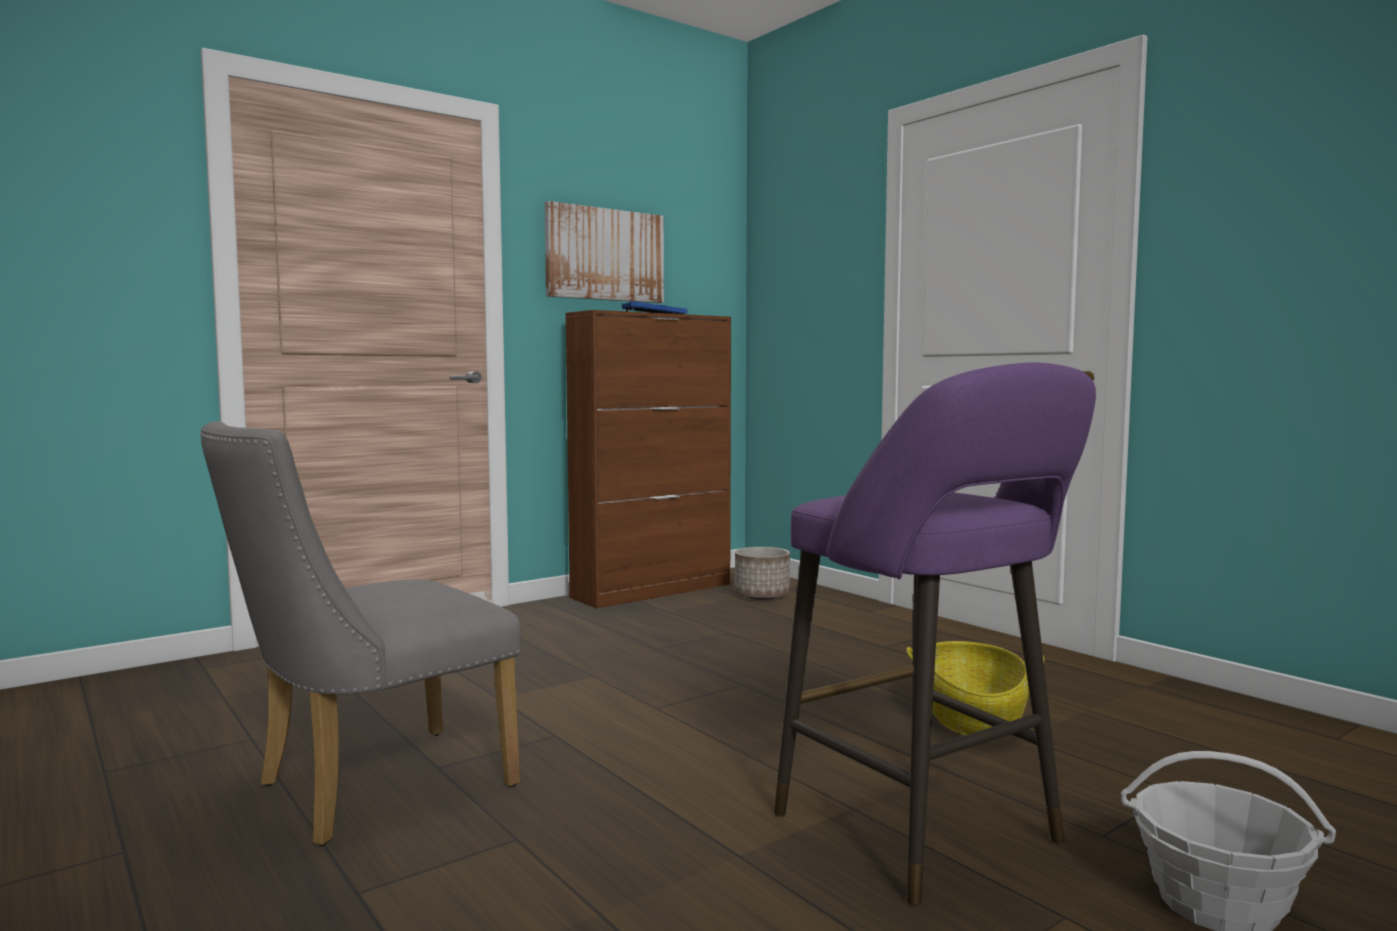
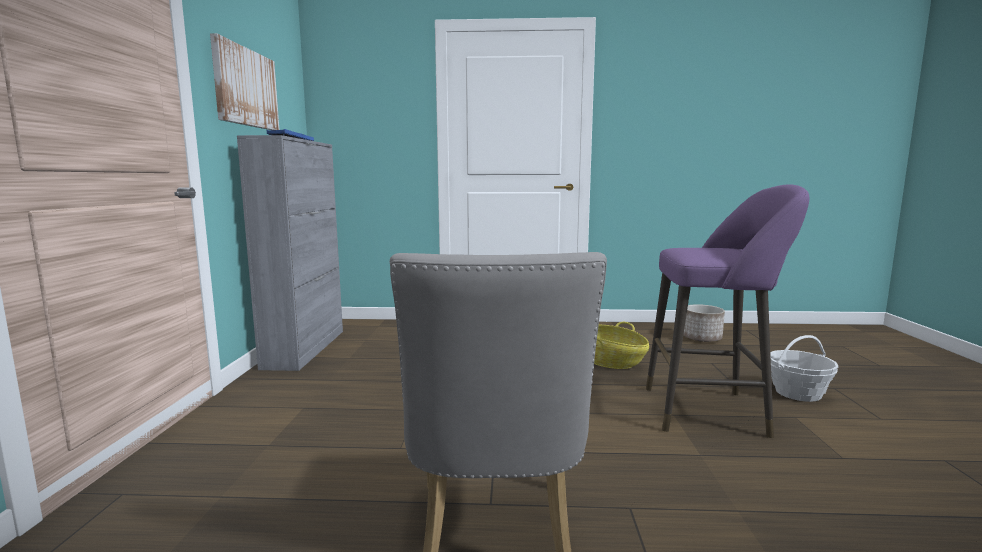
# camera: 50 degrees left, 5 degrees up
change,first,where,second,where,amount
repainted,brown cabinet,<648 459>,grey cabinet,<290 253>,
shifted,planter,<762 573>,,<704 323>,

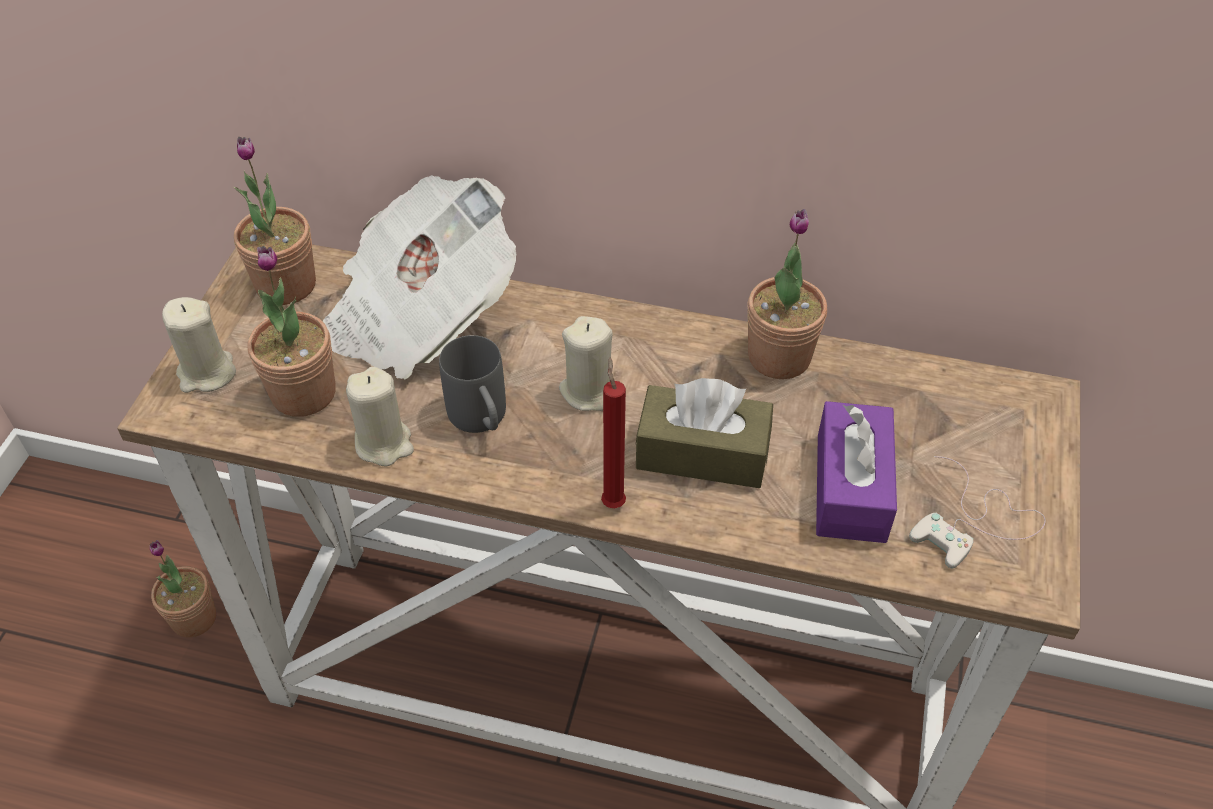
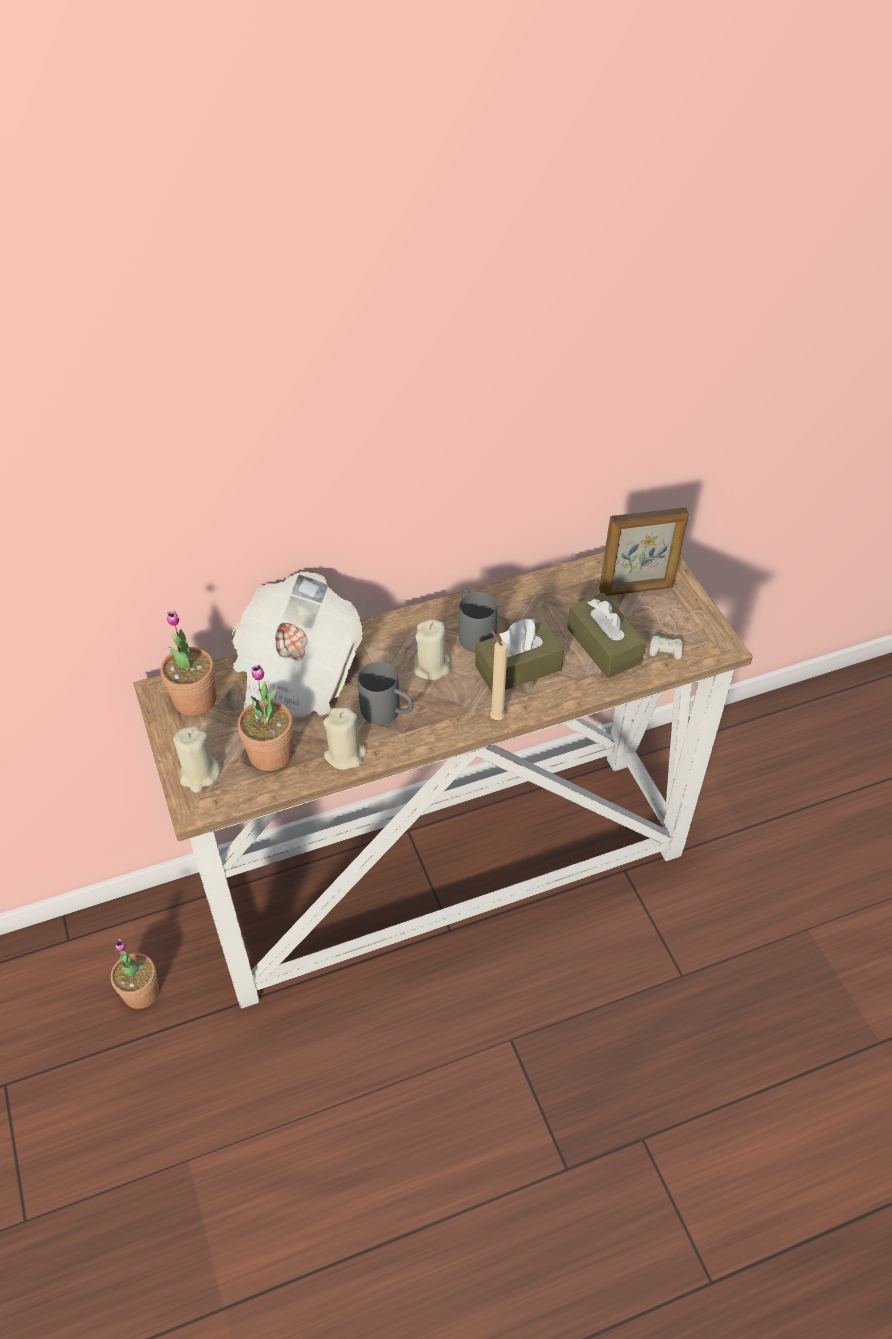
# camera: 35 degrees left, 0 degrees up
change,first,where,second,where,amount
new,,,grey mug,<478 620>,
repainted,red candle,<613 432>,beige candle,<499 675>,
repainted,purple tissue box,<856 472>,brown tissue box,<606 635>,
new,,,picture frame,<644 551>,
gone,potted plant,<787 294>,,,

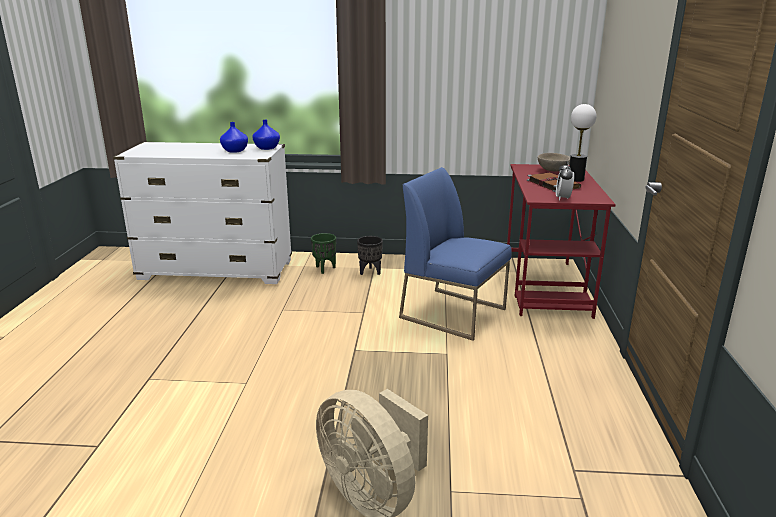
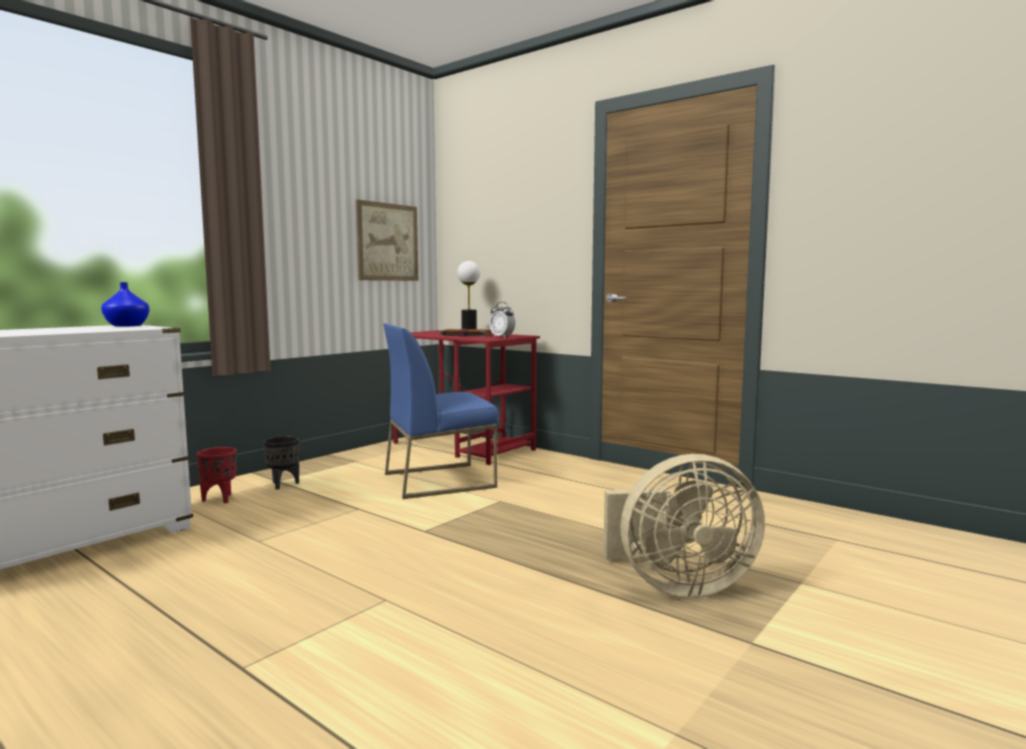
# camera: 55 degrees left, 15 degrees down
change,first,where,second,where,amount
repainted,green planter,<323 253>,red planter,<216 475>,
new,,,picture,<387 240>,
gone,blue vase,<234 137>,,,
gone,beige bowl,<554 162>,,,

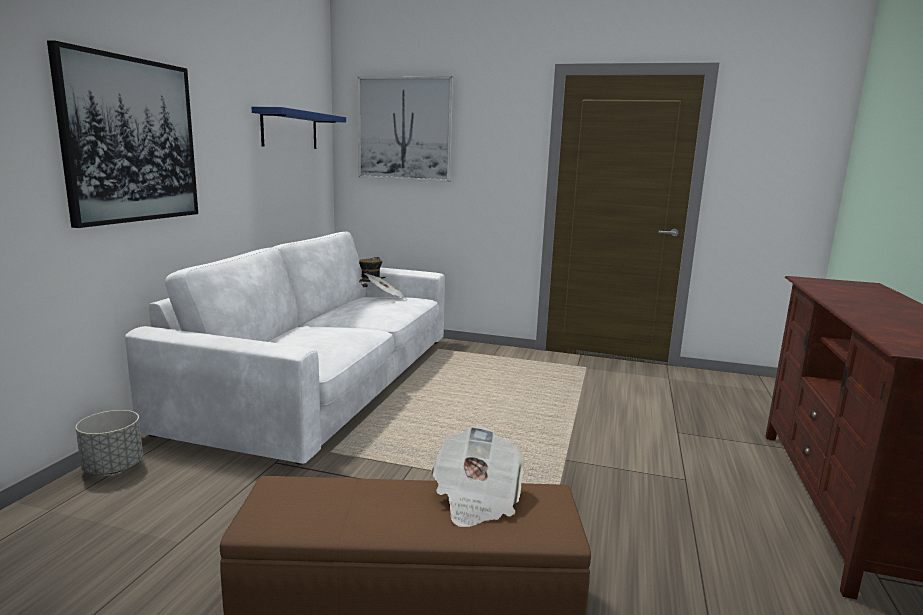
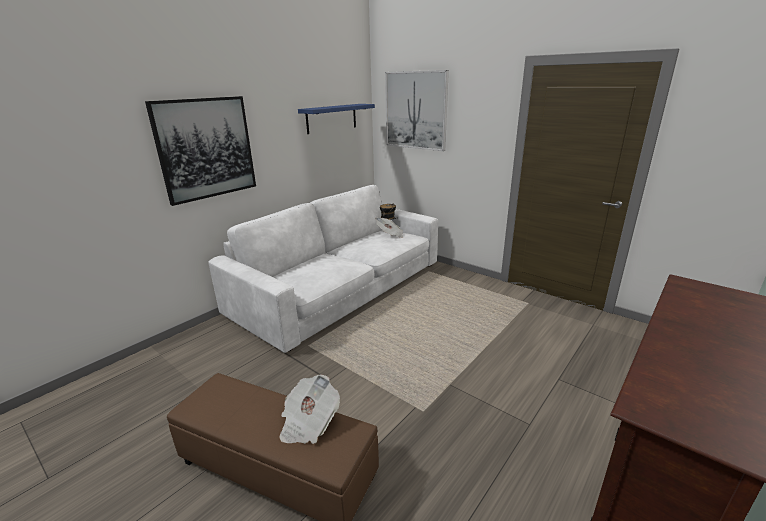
# camera: 25 degrees right, 10 degrees up
change,first,where,second,where,amount
gone,grey planter,<109 442>,,,

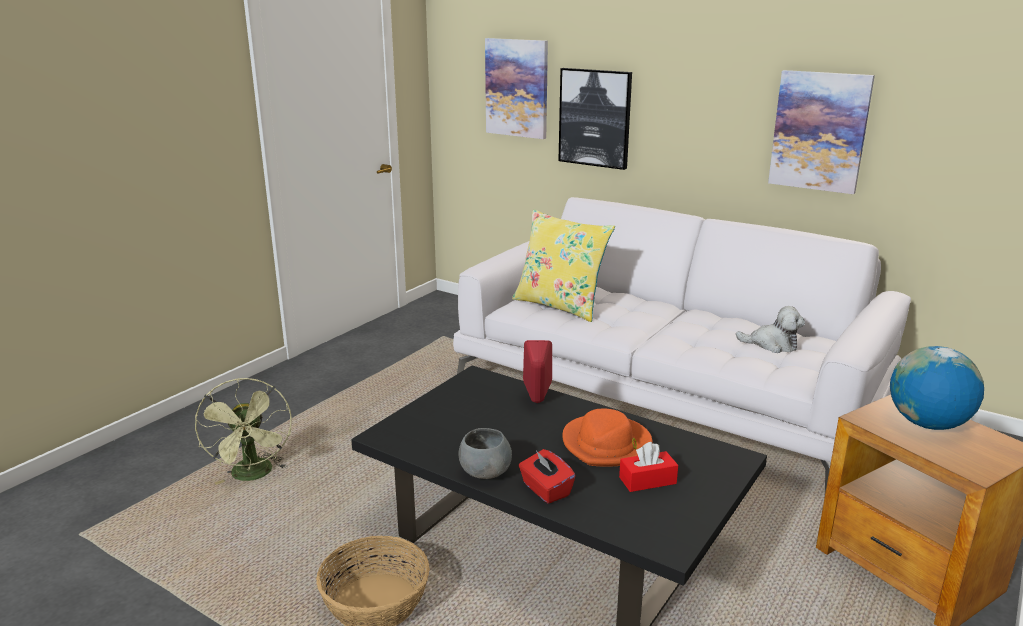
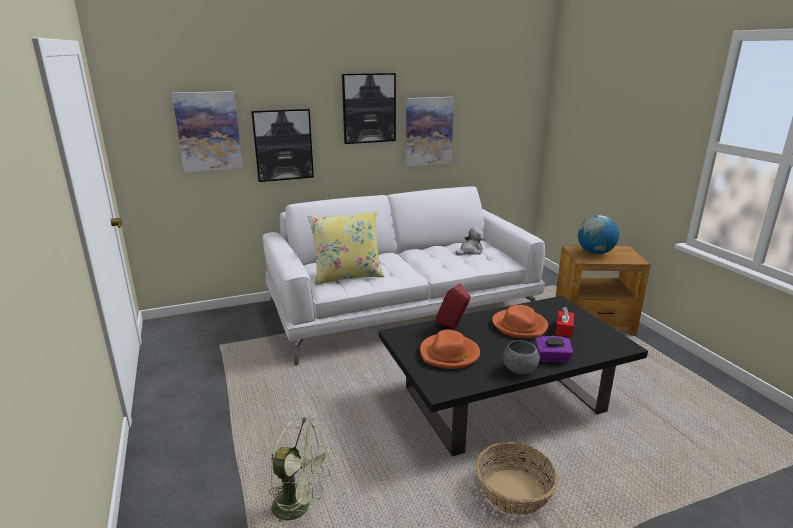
# camera: 55 degrees left, 0 degrees up
change,first,where,second,where,amount
new,,,picture,<369 108>,
new,,,orange hat,<450 349>,
repainted,red tissue box,<547 476>,purple tissue box,<554 349>,

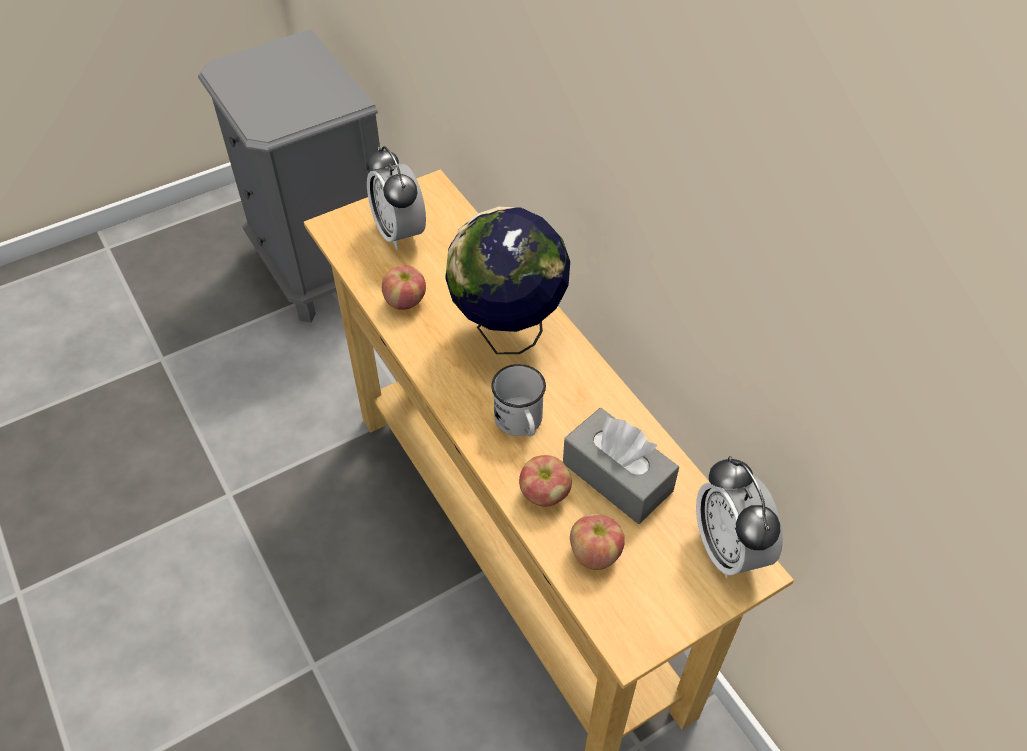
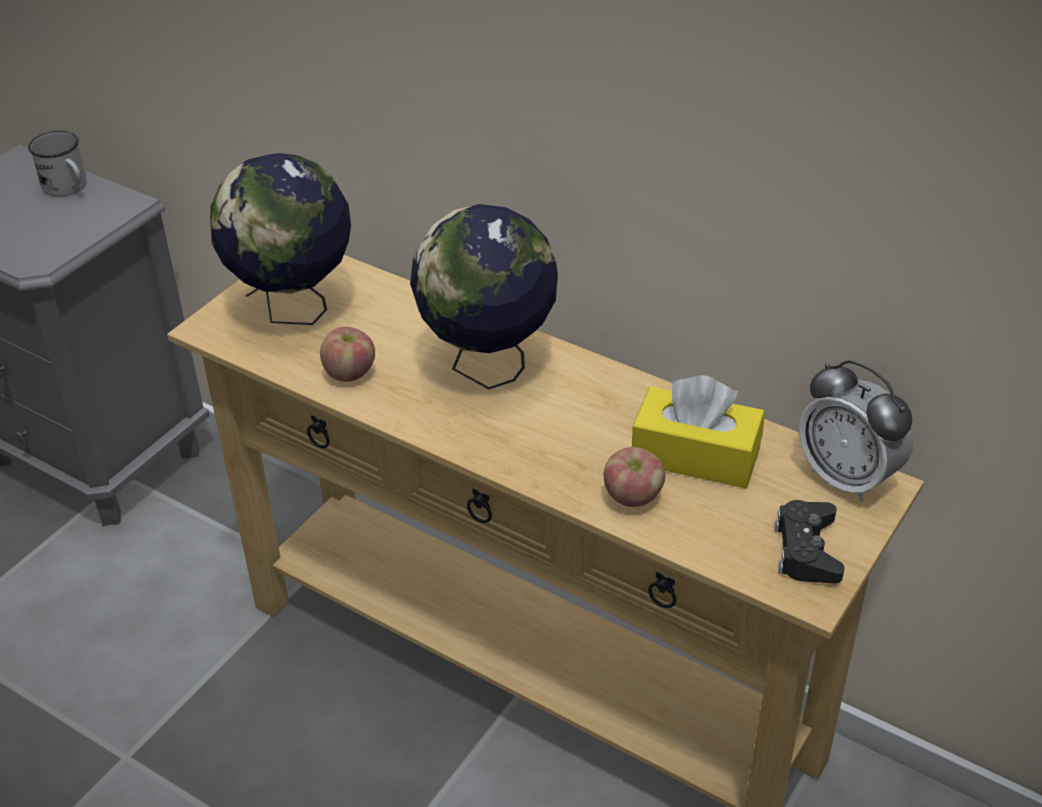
# camera: 25 degrees left, 10 degrees down
change,first,where,second,where,amount
shifted,white mug,<518 400>,,<57 164>,
swapped,alarm clock,<396 198>,globe,<280 239>,
repainted,grey tissue box,<621 466>,yellow tissue box,<698 431>,
new,,,black game controller,<809 542>,
gone,apple,<597 542>,,,

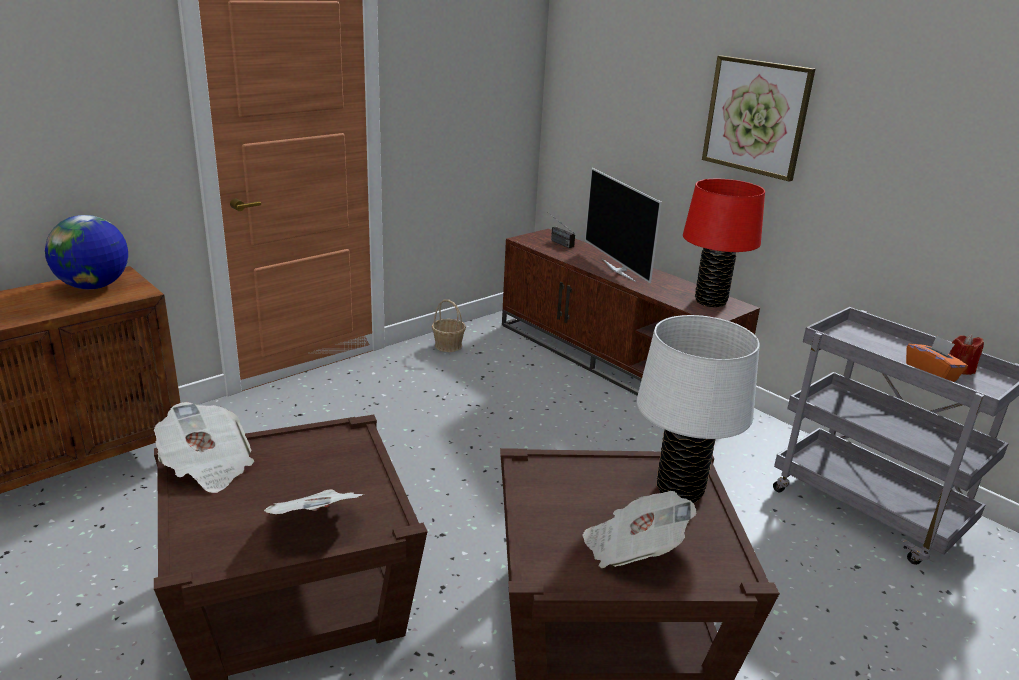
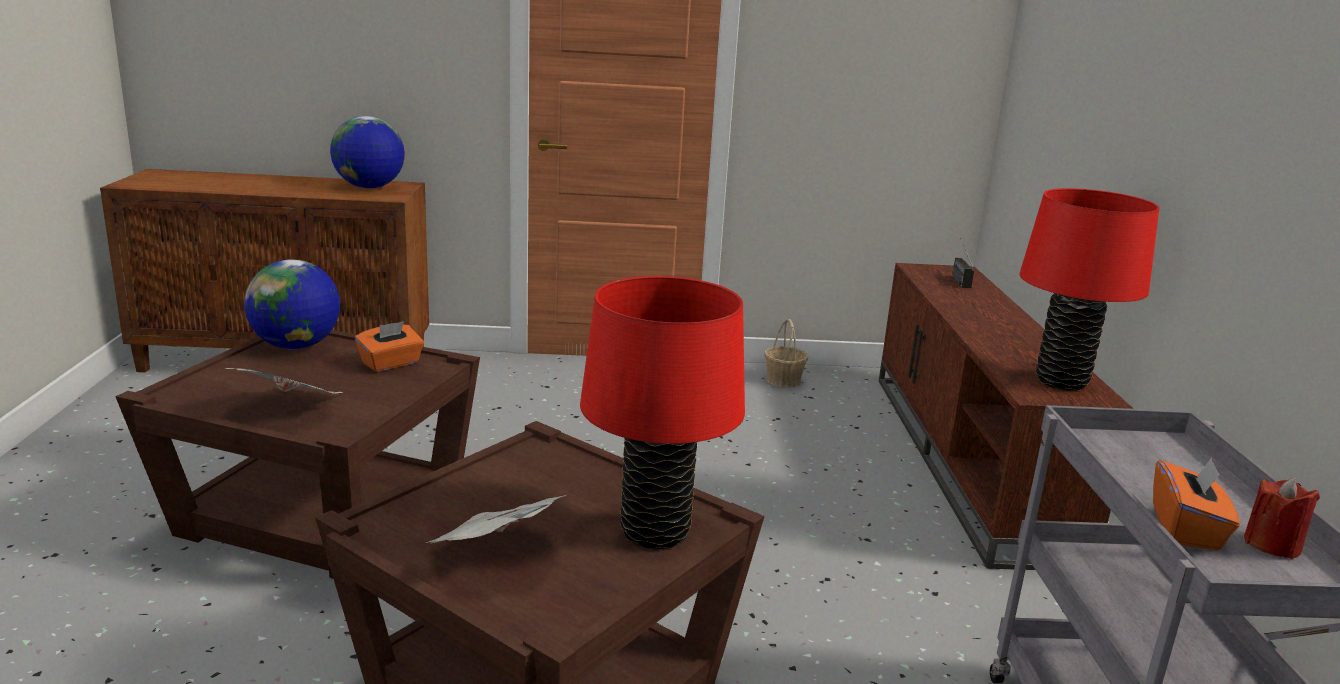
# camera: 40 degrees right, 5 degrees down
change,first,where,second,where,amount
swapped,newspaper,<204 447>,globe,<292 304>,
new,,,orange tissue box,<389 346>,
repainted,white table lamp,<698 409>,red table lamp,<662 412>,
gone,television,<623 225>,,,
gone,picture,<758 119>,,,

